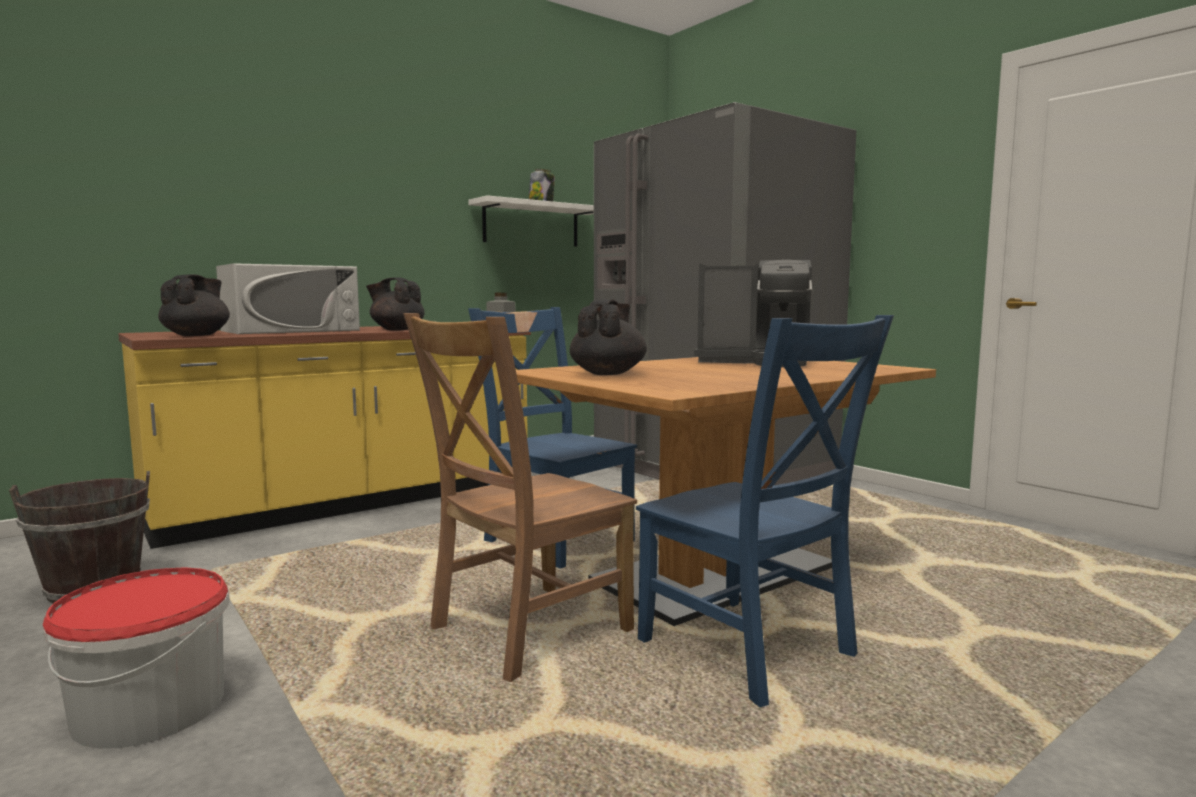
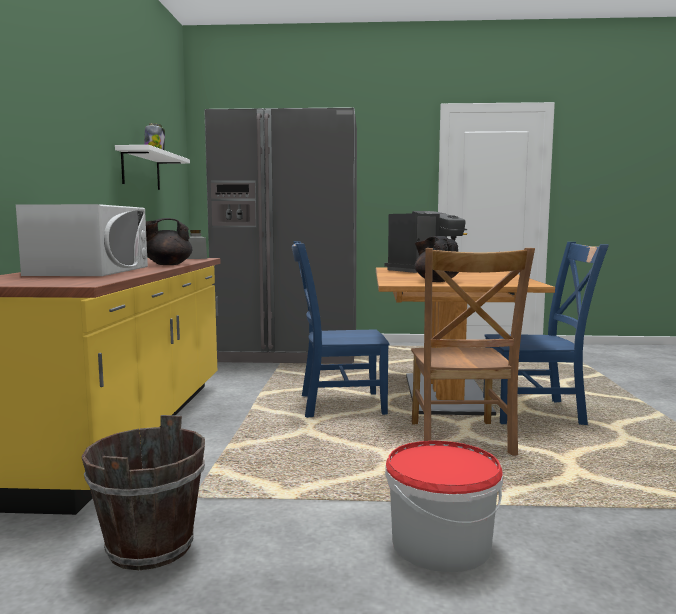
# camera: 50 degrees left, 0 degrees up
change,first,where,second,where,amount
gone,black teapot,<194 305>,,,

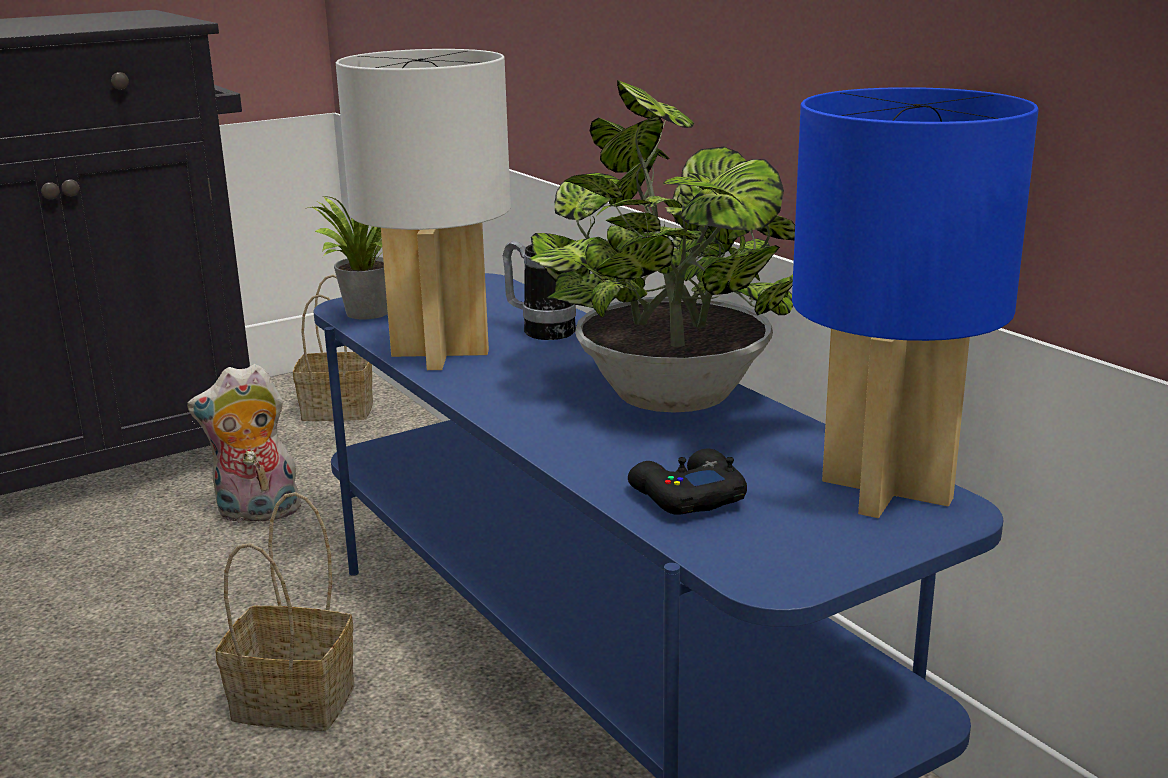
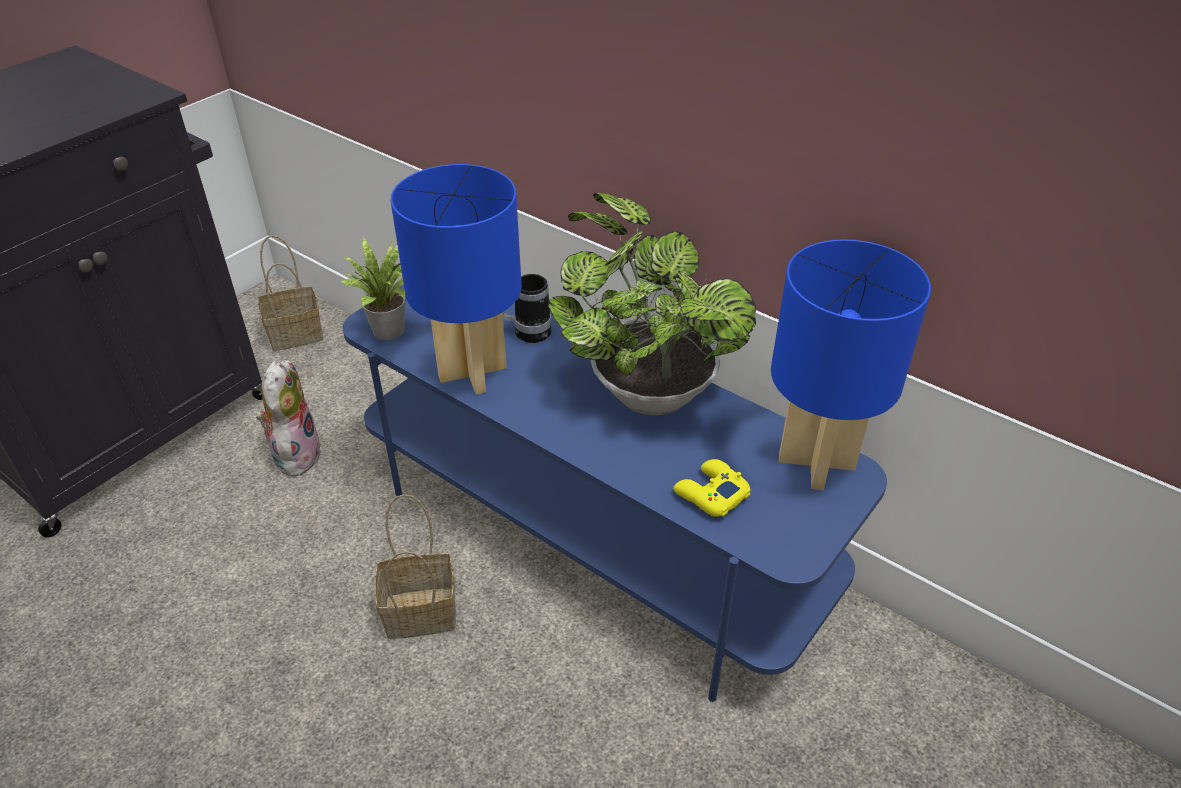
# camera: 20 degrees left, 20 degrees up
change,first,where,second,where,amount
rotated,plush toy,<246 443>,,<289 419>,120 degrees clockwise
repainted,white table lamp,<423 209>,blue table lamp,<456 279>,
repainted,black game controller,<687 482>,yellow game controller,<712 488>,

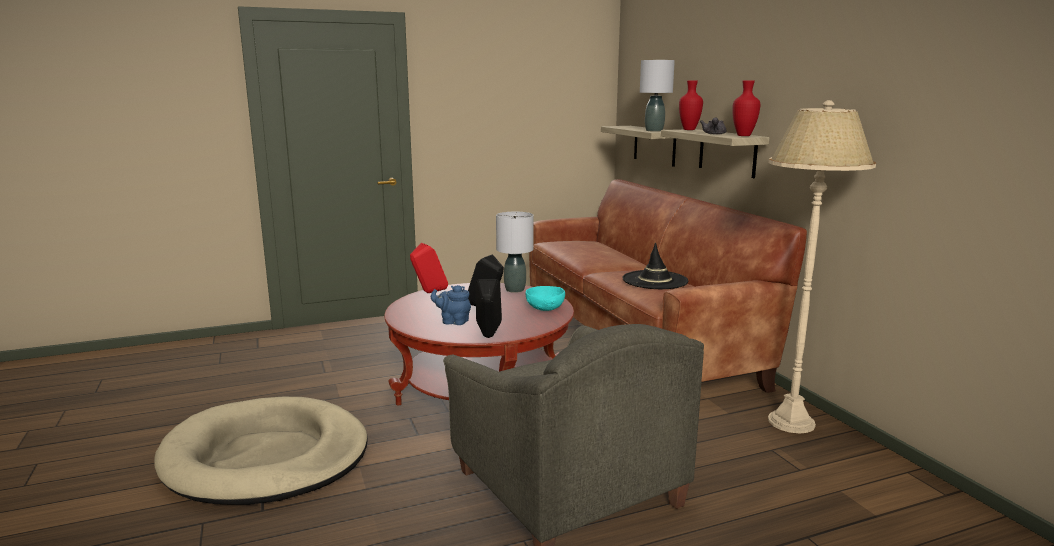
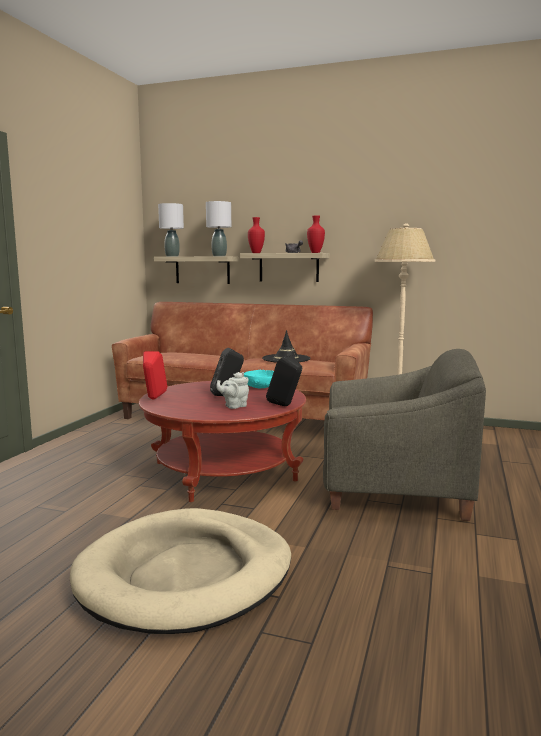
# camera: 50 degrees left, 5 degrees down
change,first,where,second,where,amount
shifted,grey table lamp,<515 252>,,<171 230>,
repainted,blue teapot,<451 305>,grey teapot,<232 390>,

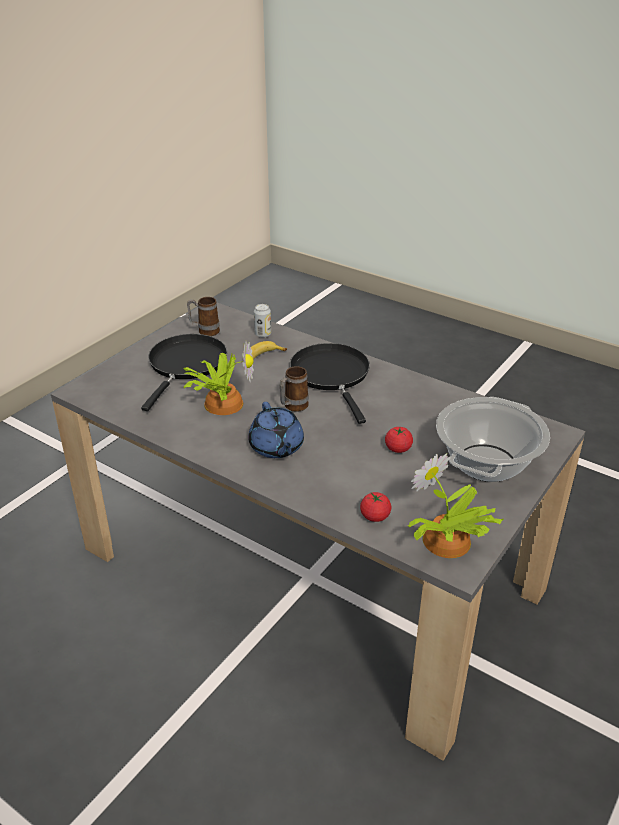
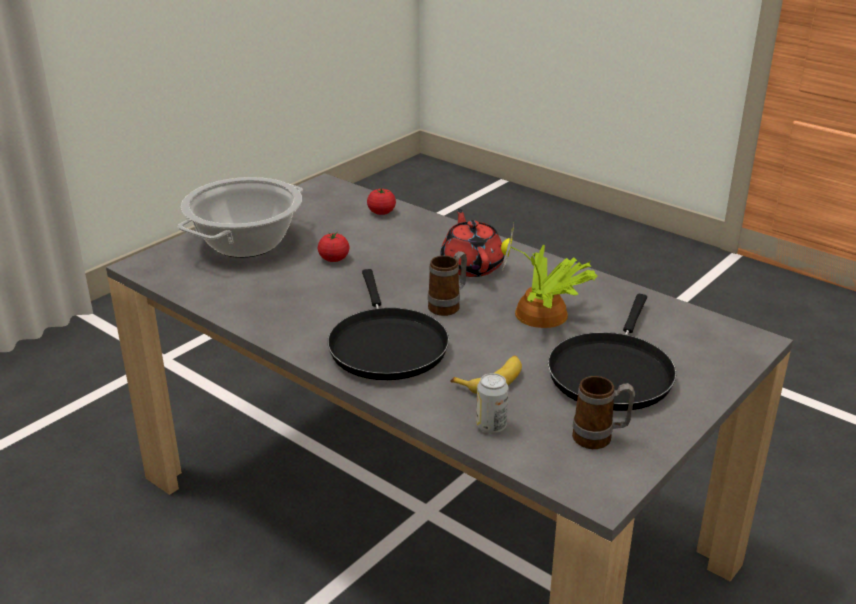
# camera: 175 degrees left, 5 degrees down
change,first,where,second,where,amount
repainted,blue teapot,<276 430>,red teapot,<472 243>,
gone,potted plant,<455 505>,,,

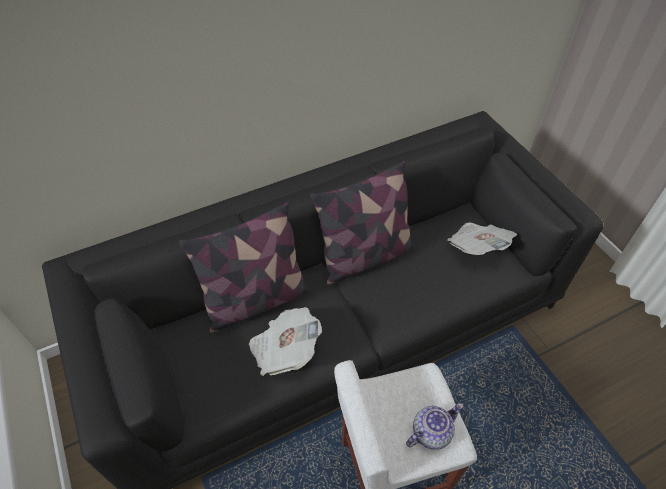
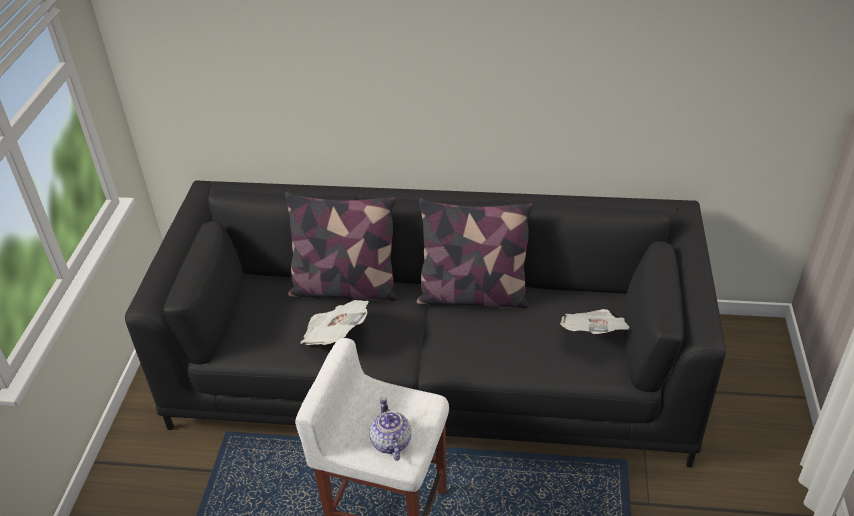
# camera: 35 degrees right, 10 degrees down
change,first,where,second,where,amount
rotated,teapot,<434 426>,,<390 429>,105 degrees counterclockwise

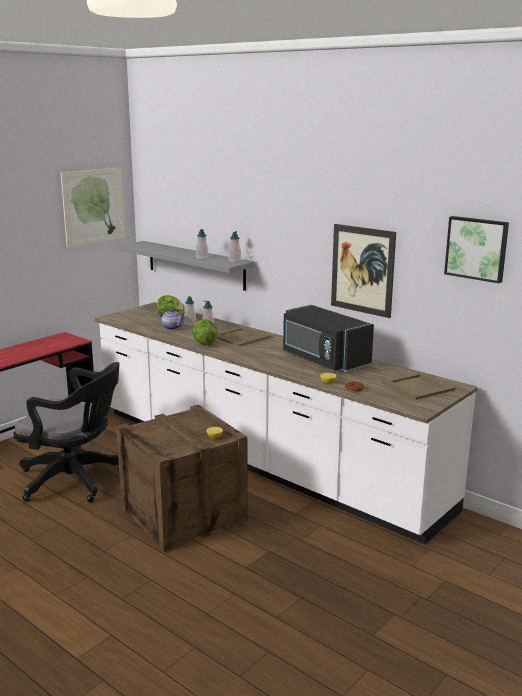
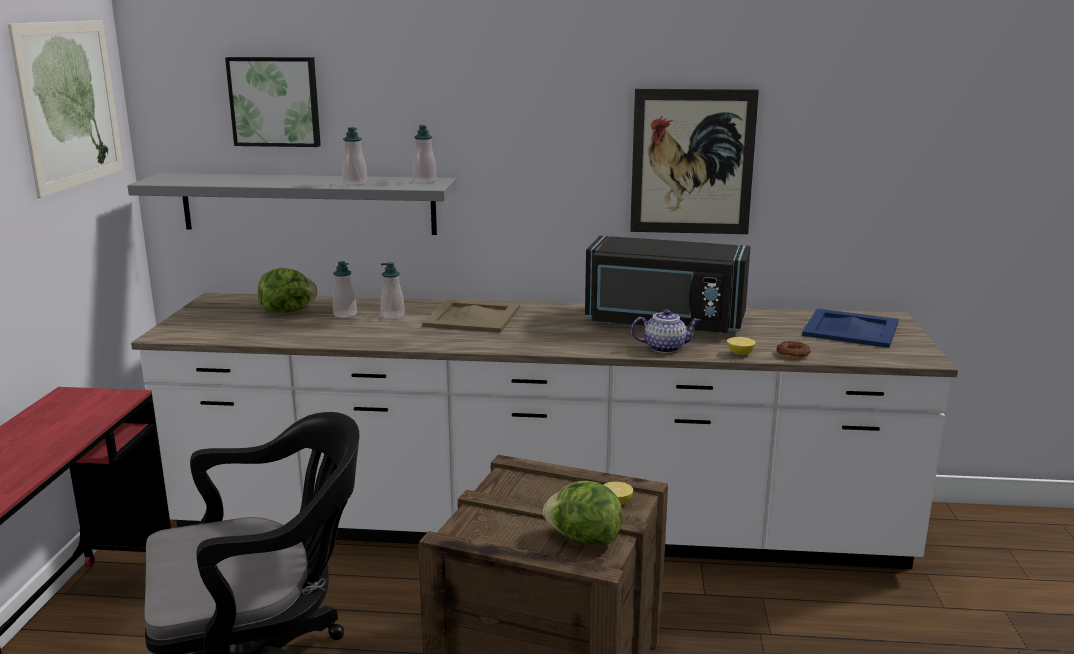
# camera: 35 degrees left, 0 degrees up
change,first,where,second,where,amount
shifted,picture,<476 249>,,<273 102>,
shifted,lettuce,<205 332>,,<582 513>,
shifted,teapot,<171 319>,,<665 331>,
repainted,beige tray,<418 386>,blue tray,<850 328>,

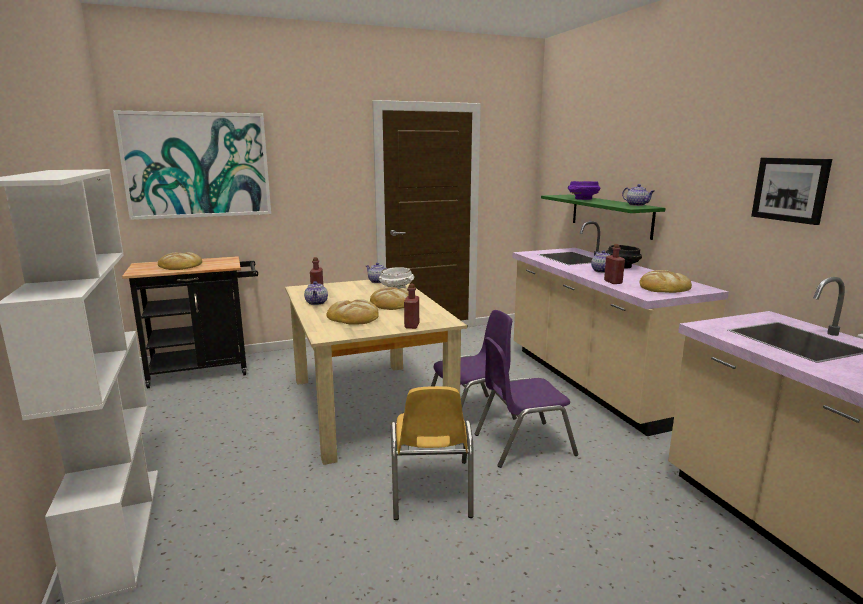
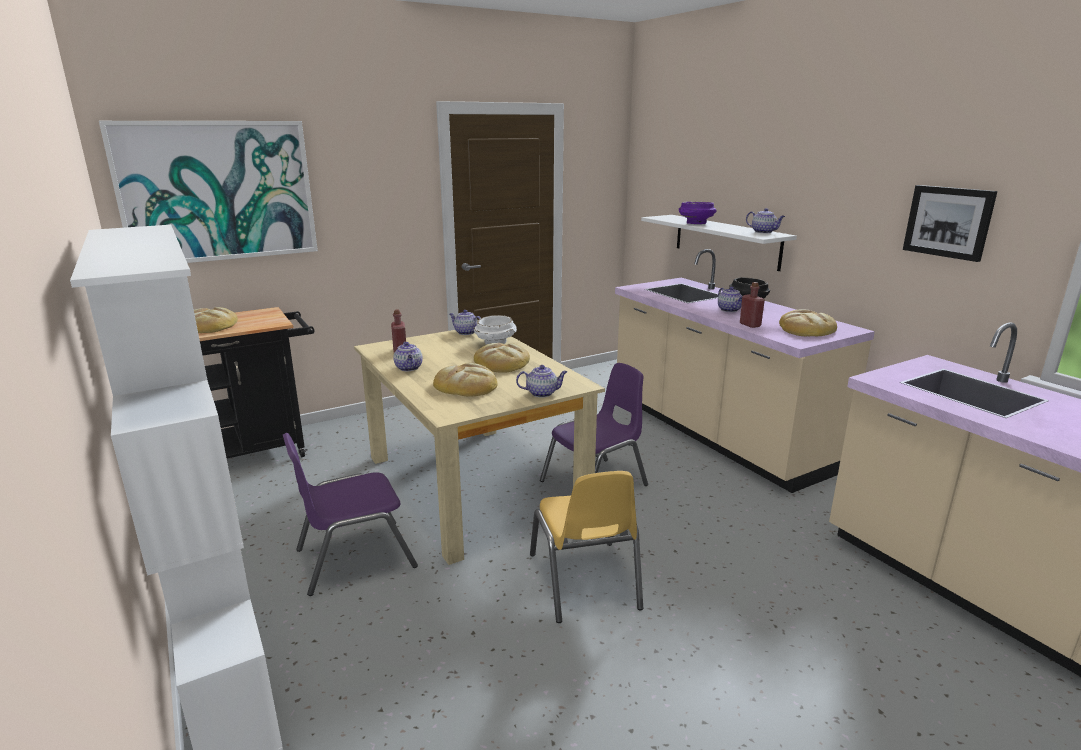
# camera: 10 degrees left, 5 degrees up
change,first,where,second,where,amount
shifted,purple chair,<526 402>,,<350 514>,
swapped,red bottle,<411 306>,teapot,<541 381>,
repainted,green shelf,<603 217>,white shelf,<719 243>,

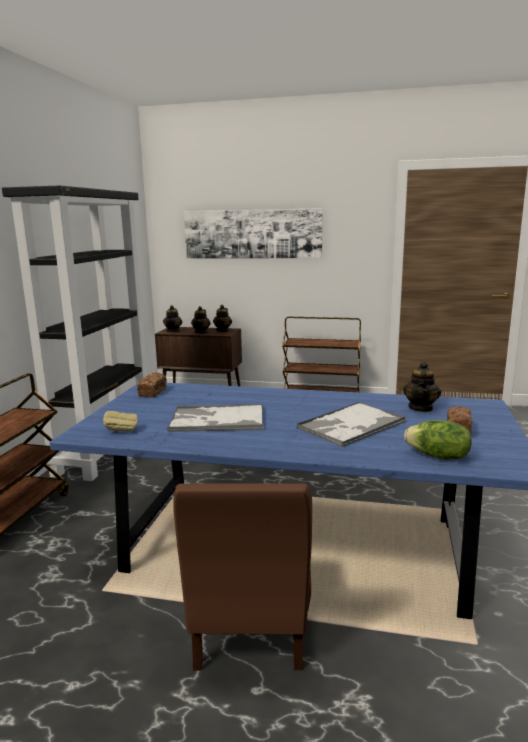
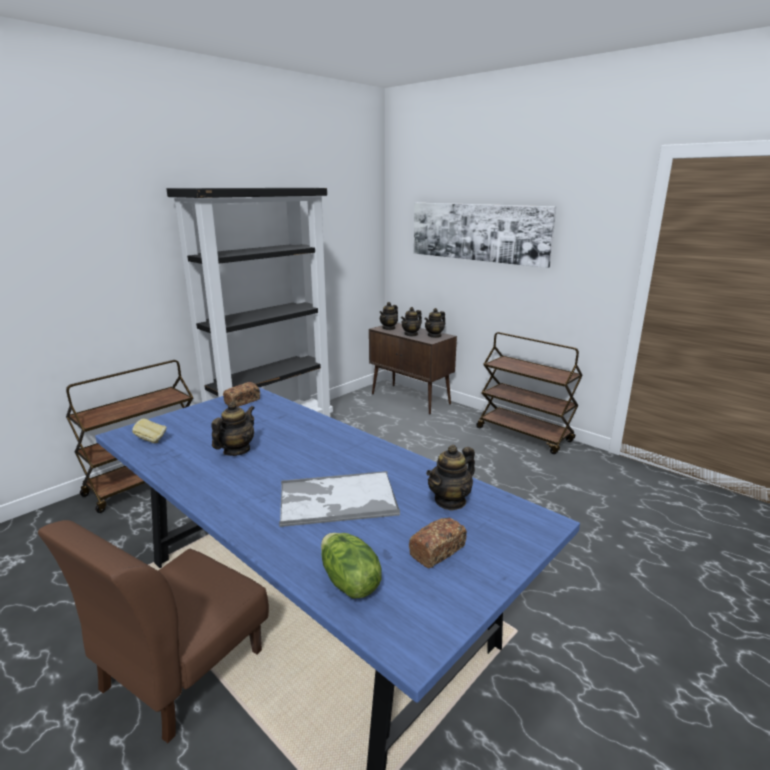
# camera: 30 degrees right, 5 degrees up
change,first,where,second,where,amount
swapped,tray,<215 418>,teapot,<232 429>,

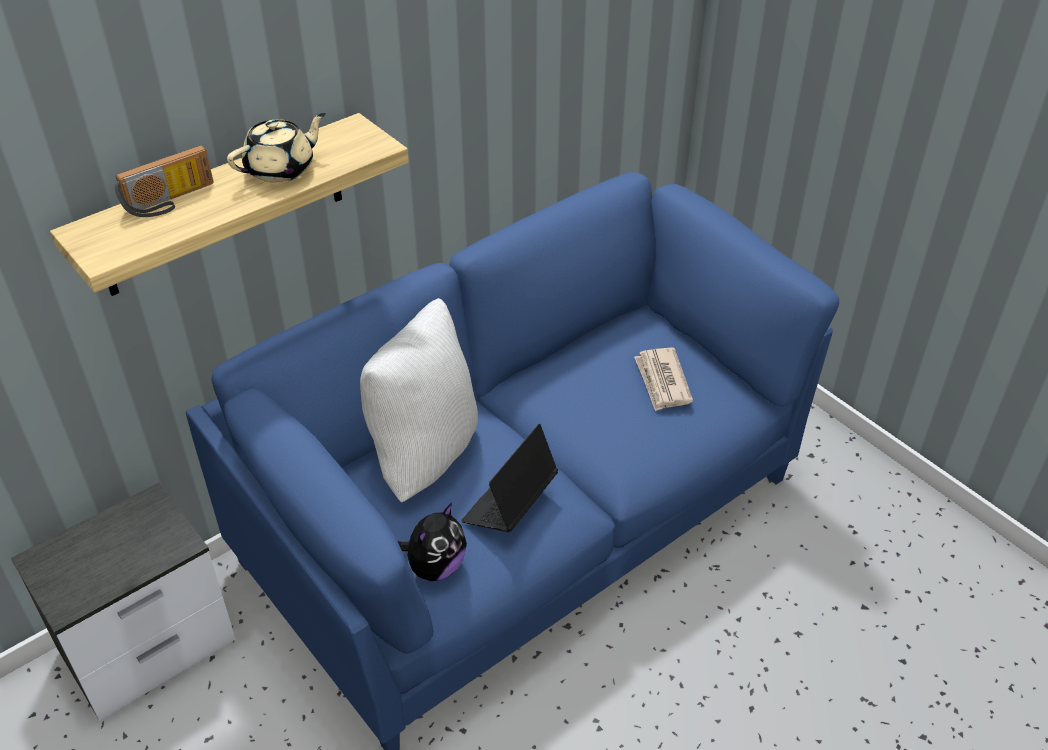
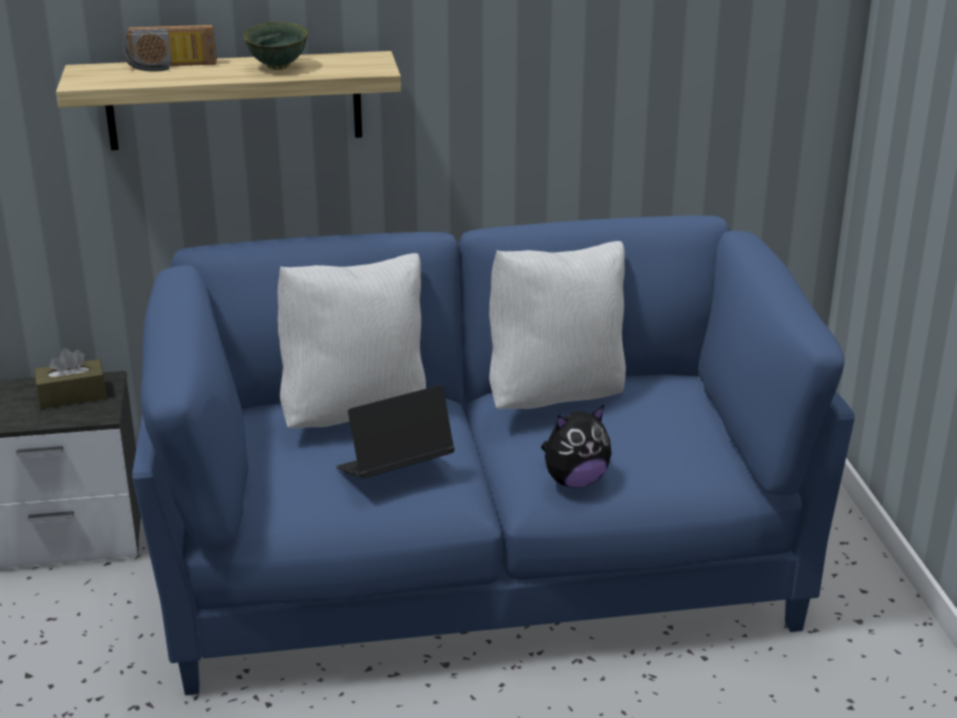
# camera: 30 degrees right, 15 degrees down
change,first,where,second,where,amount
new,,,brown tissue box,<70 378>,
swapped,beige teapot,<276 148>,green bowl,<275 46>,
new,,,white pillow,<557 325>,
shifted,plush toy,<432 541>,,<576 446>,
gone,newspaper,<663 379>,,,

